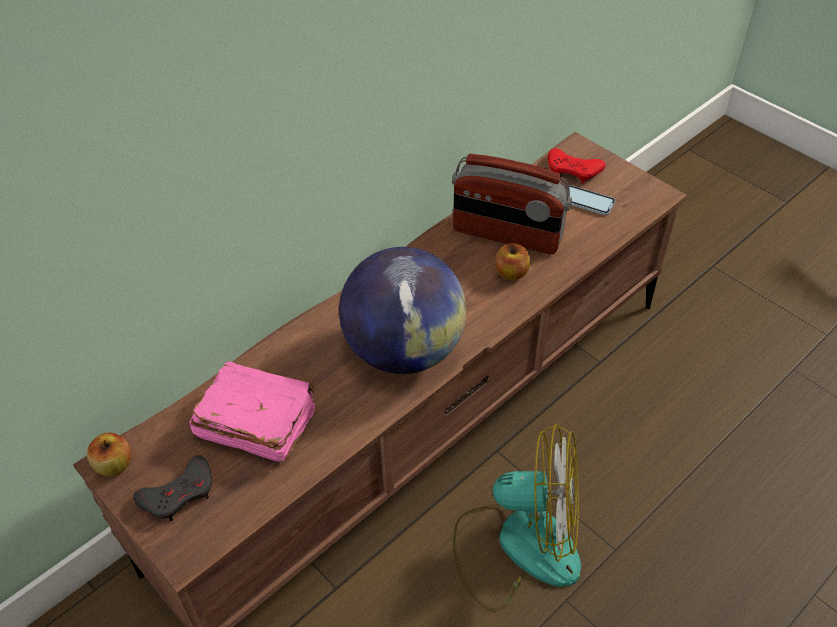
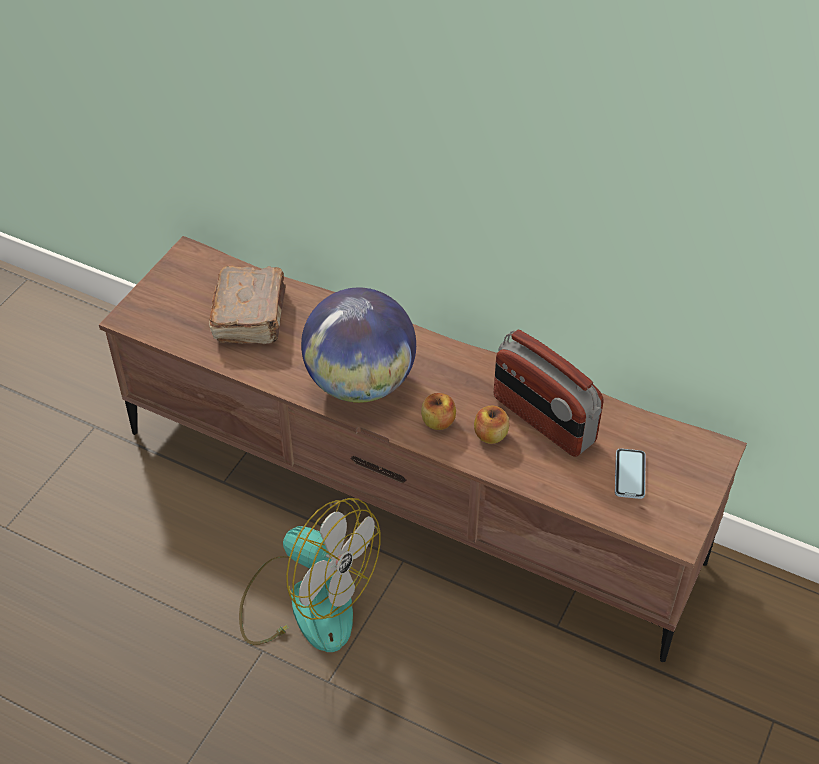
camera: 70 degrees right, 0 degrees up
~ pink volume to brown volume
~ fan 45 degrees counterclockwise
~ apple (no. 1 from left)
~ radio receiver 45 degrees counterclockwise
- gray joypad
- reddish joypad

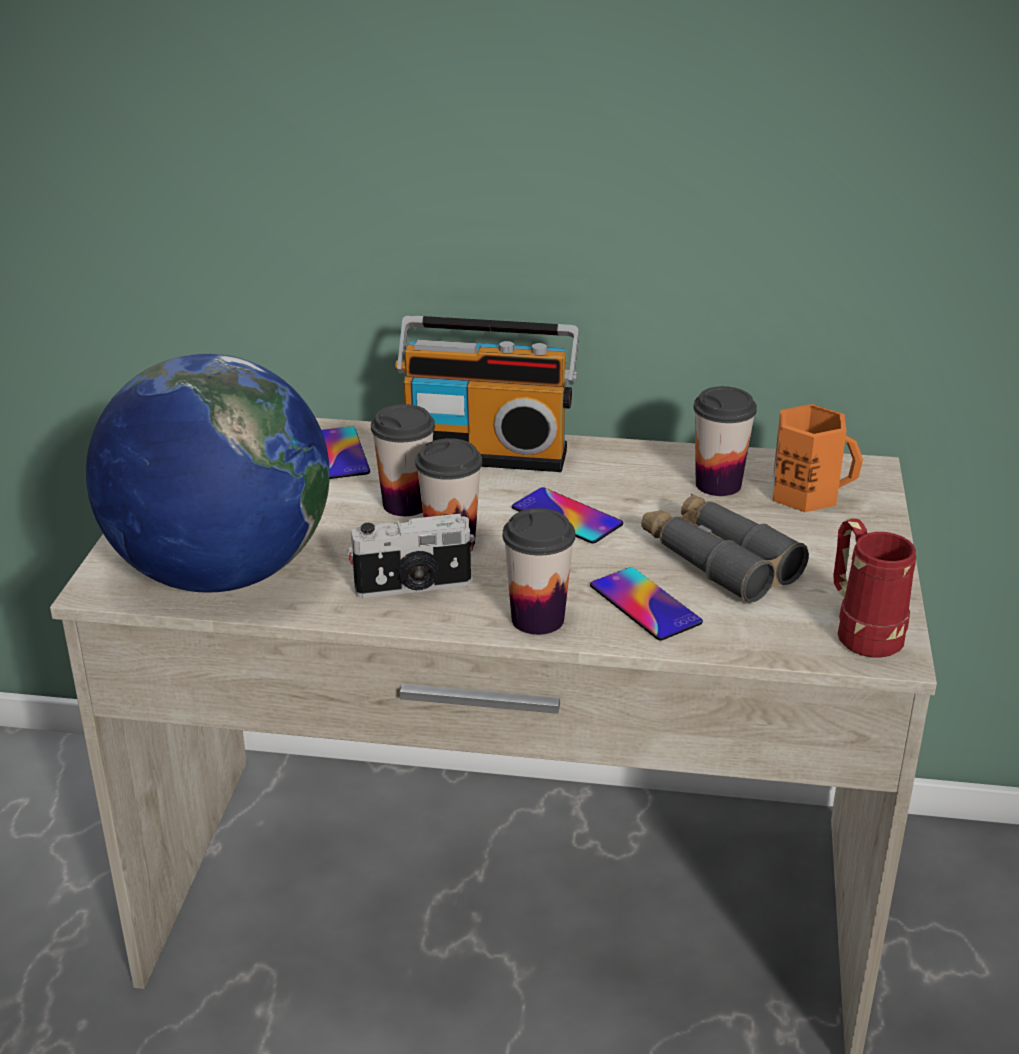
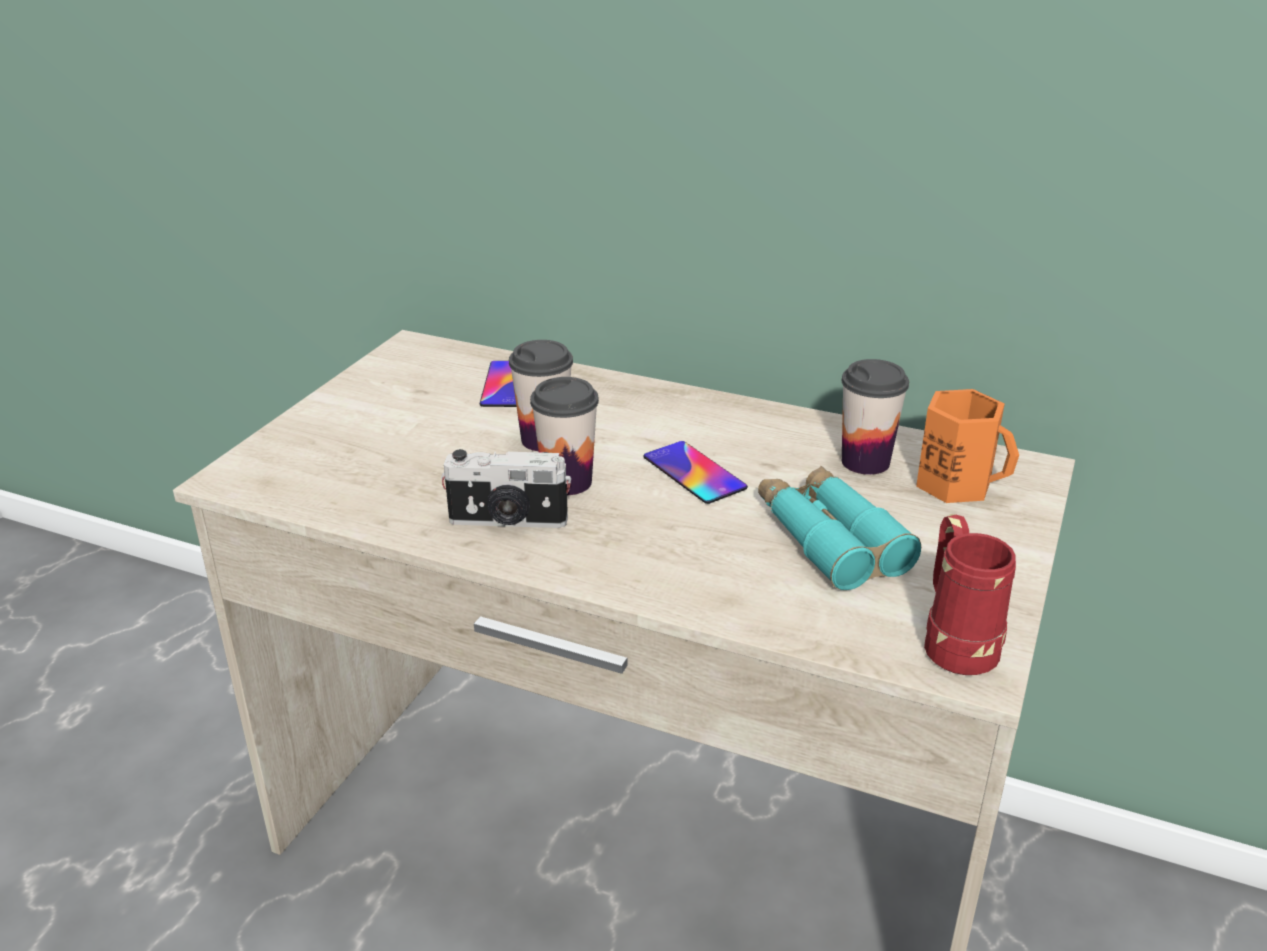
camera: 15 degrees right, 0 degrees up
~ gray binoculars to turquoise-coloured binoculars
- desk globe
- radio receiver
- drinking cup (no. 3 from left)
- phone (no. 3 from left)

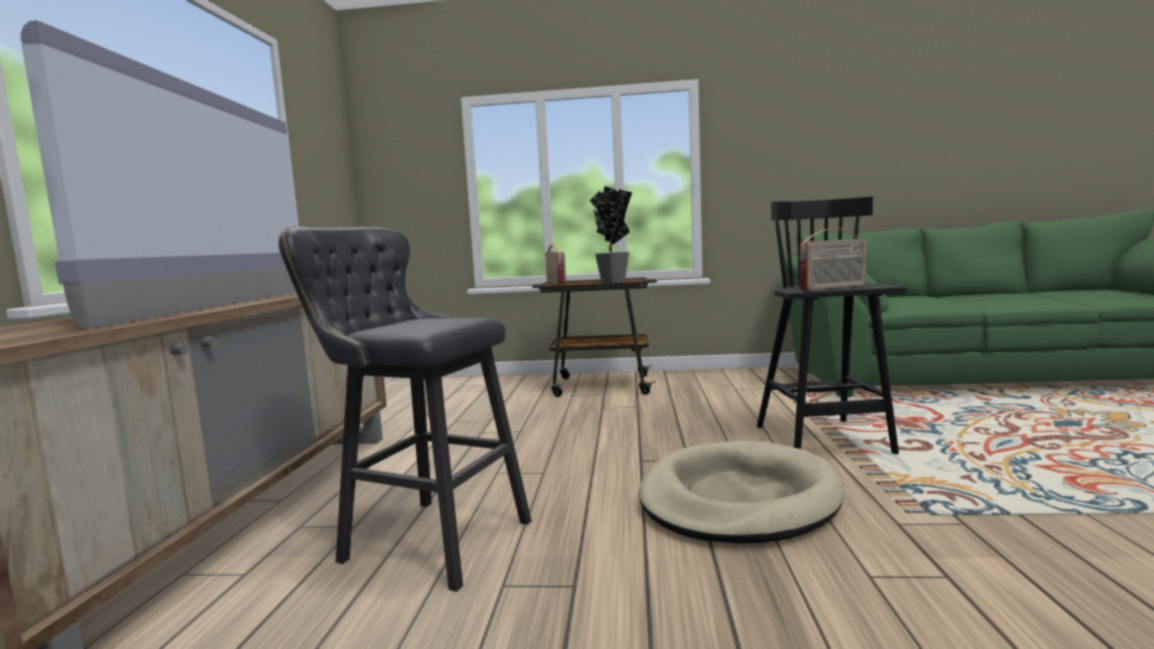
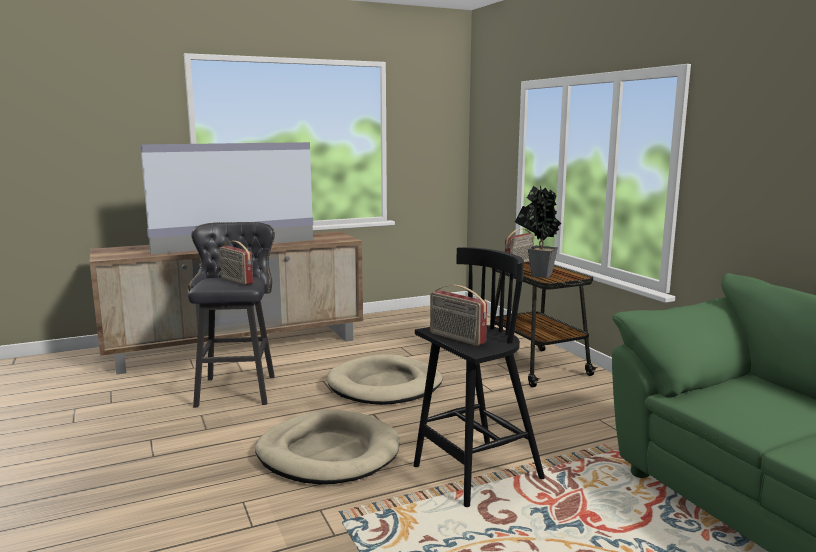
camera: 60 degrees right, 5 degrees up
+ radio receiver (no. 1 from left)
+ beige-coloured dog cushion (no. 2 from left)

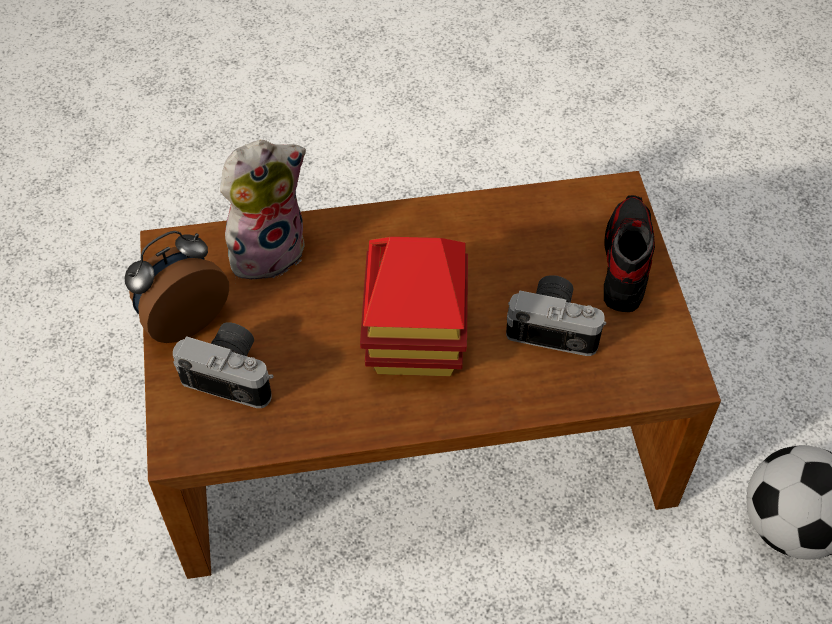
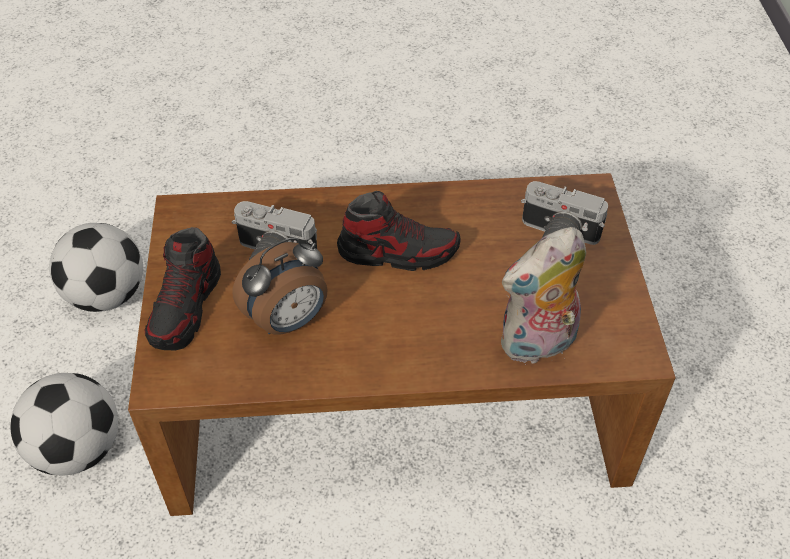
camera: 175 degrees left, 5 degrees down
+ ball for football (no. 1 from left)
~ bedside clock
~ toy house to low shoe (no. 2 from left)

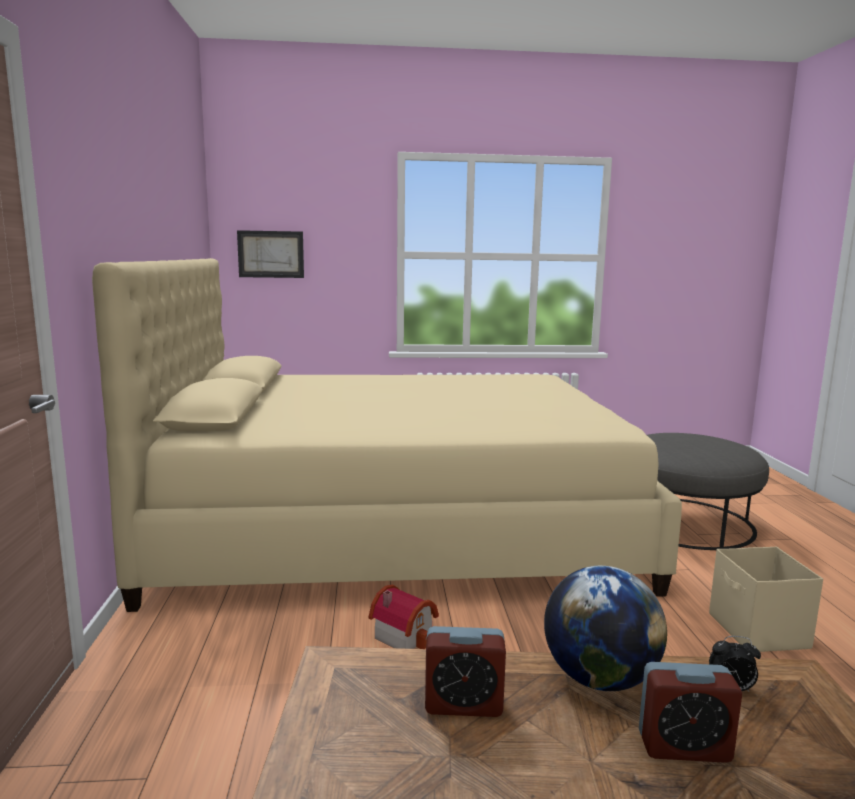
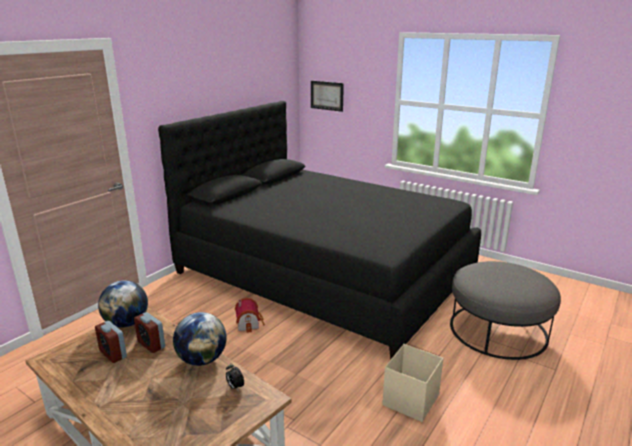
camera: 40 degrees right, 10 degrees up
~ bedside clock (no. 2 from left in the first image) to bedside clock (no. 1 from left)
+ desk globe (no. 1 from left)
~ beige-coloured bedroom bed to black-coloured bedroom bed

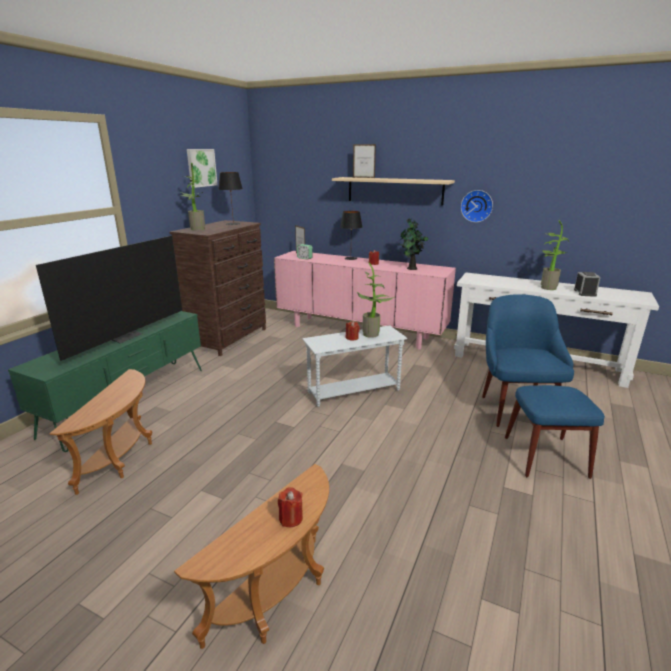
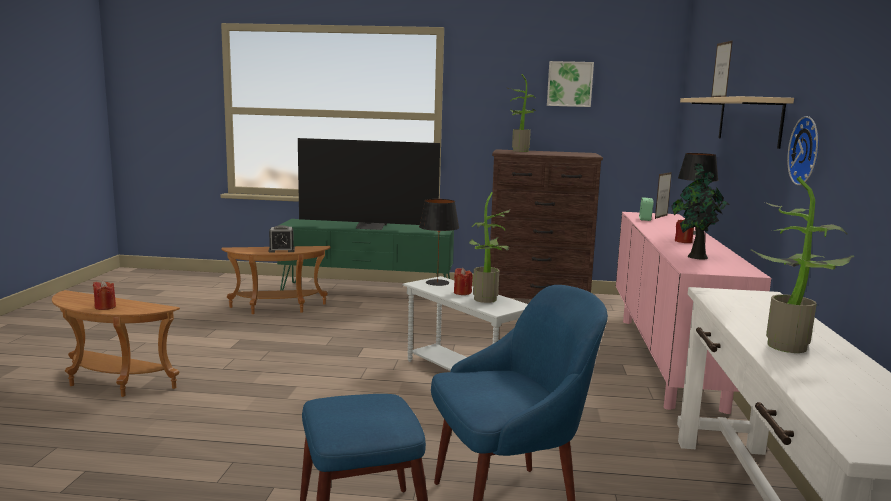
camera: 70 degrees right, 10 degrees down
~ bedside clock (no. 2 from left in the first image) to bedside clock (no. 1 from left)
~ black-coloured lamp for a table (no. 1 from left)

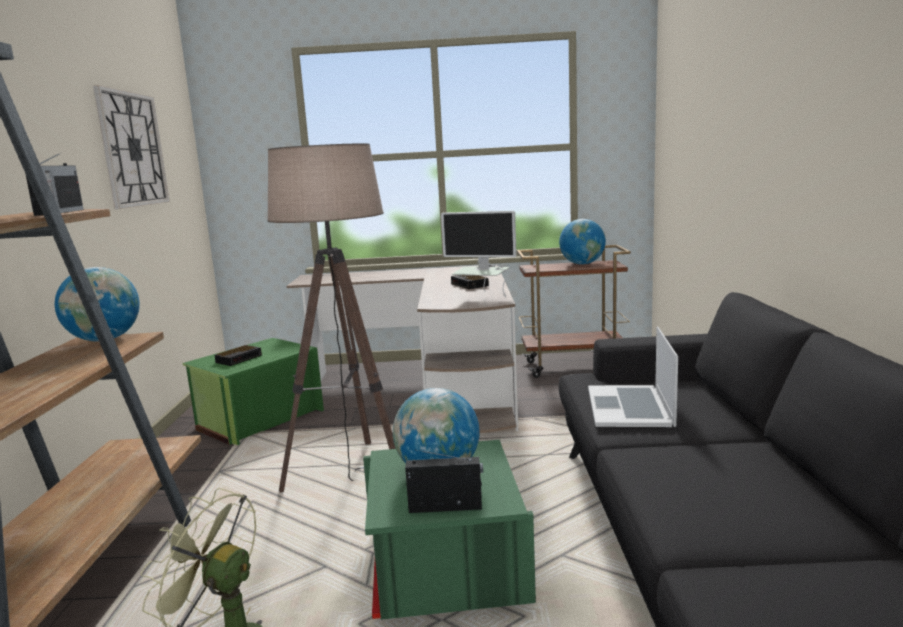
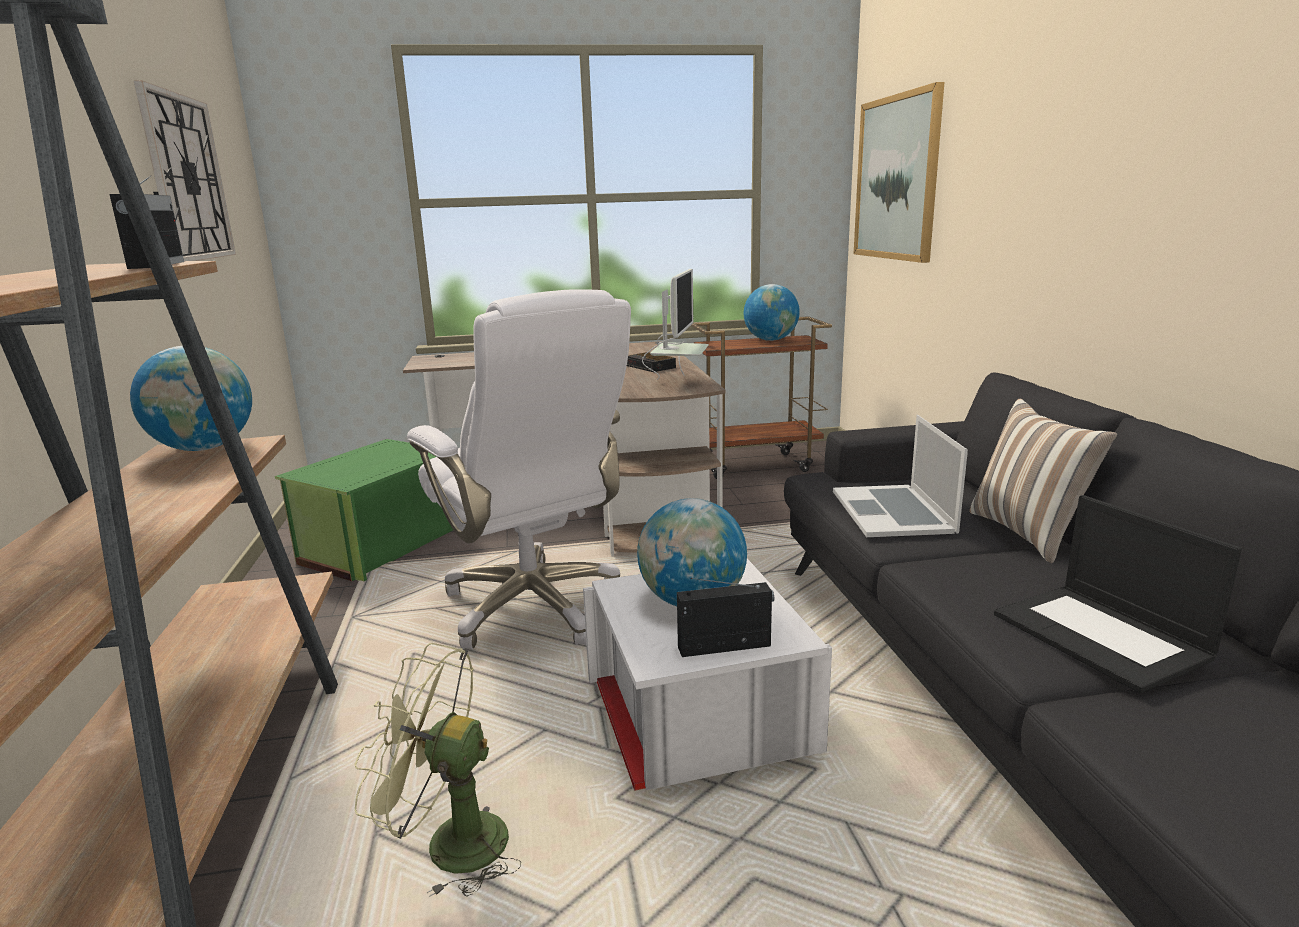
camera: 10 degrees left, 5 degrees up
~ standing lamp to whitish desk chair
~ green-coloured storage container (no. 2 from left) to whitish storage container
~ computer display 90 degrees counterclockwise
+ picture
+ cushion
+ laptop (no. 2 from left)
- bedside clock (no. 1 from left)

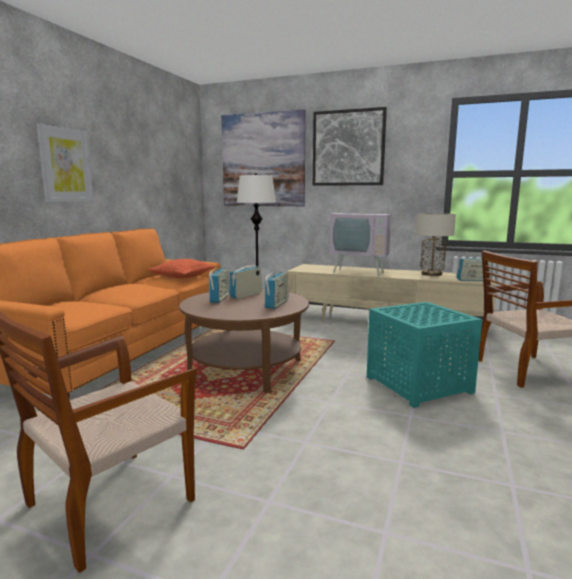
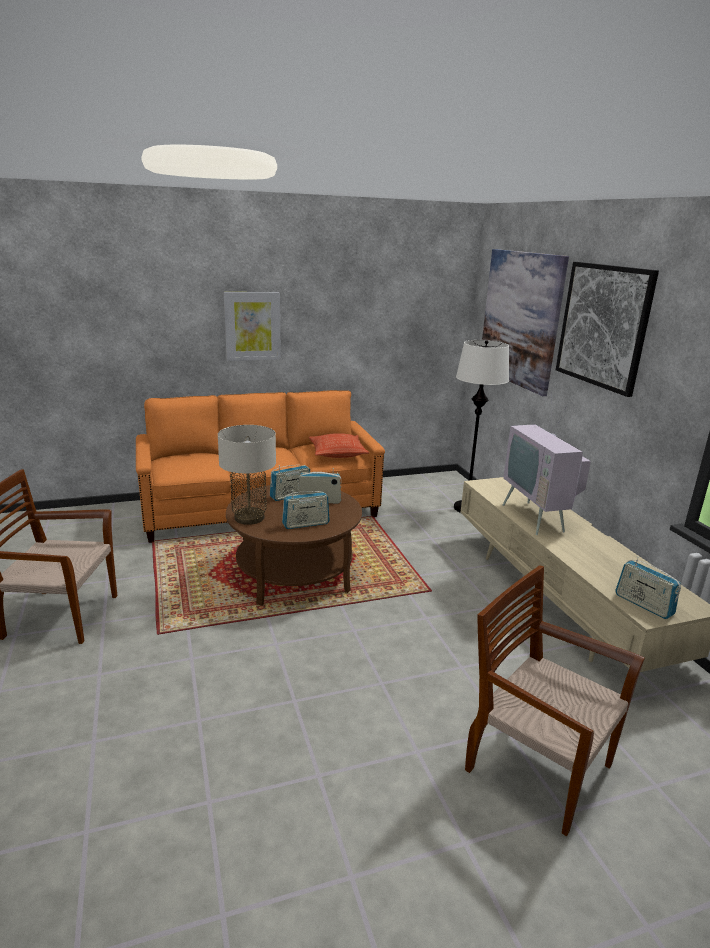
camera: 50 degrees right, 10 degrees up
~ lamp for a table
- turquoise-coloured end table

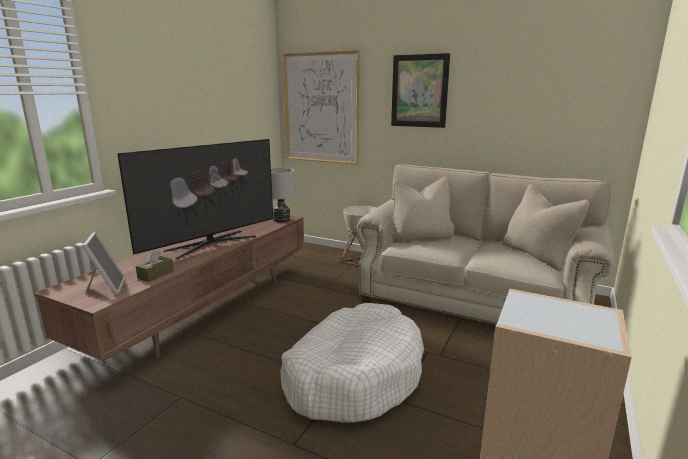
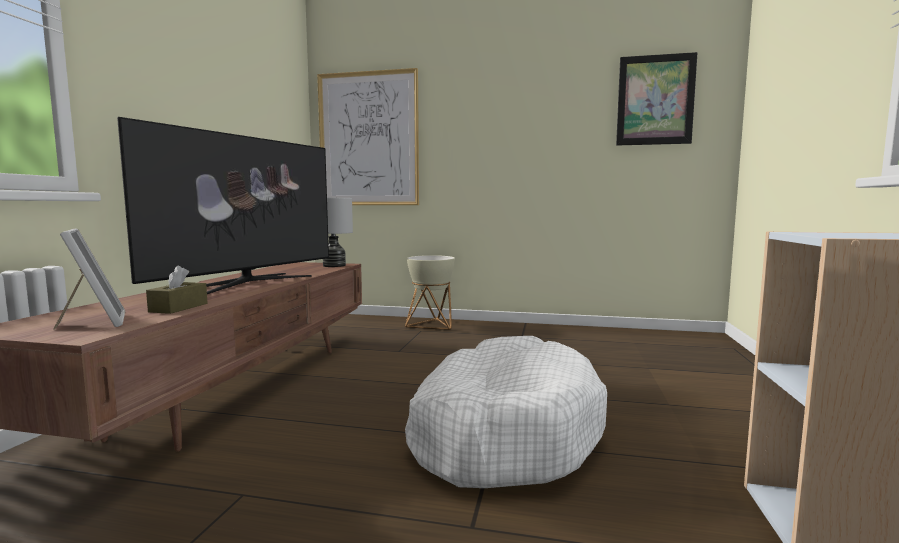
camera: 15 degrees left, 10 degrees down
~ picture (no. 2 from left)
- beige-coloured sofa

